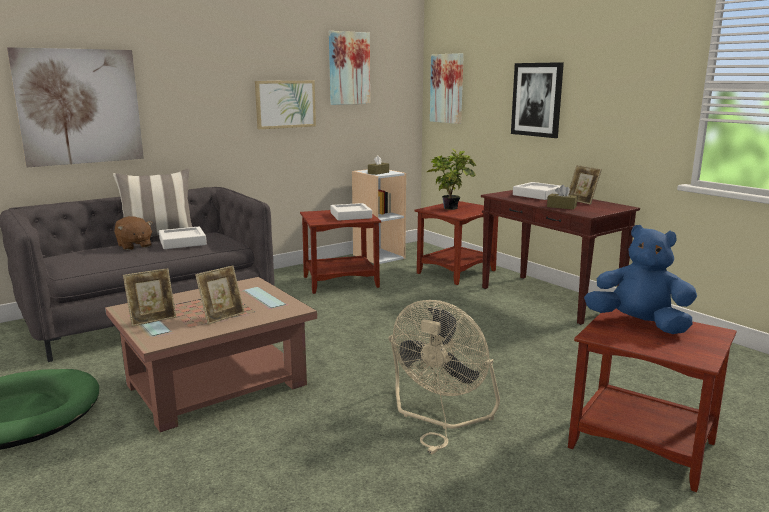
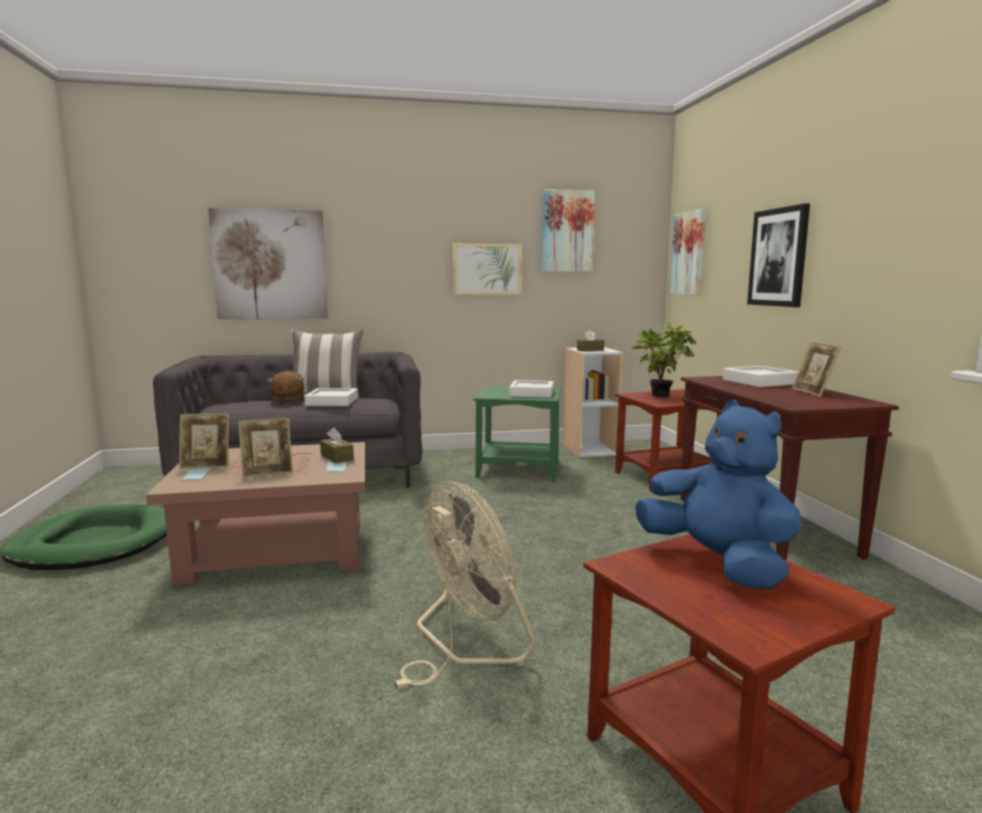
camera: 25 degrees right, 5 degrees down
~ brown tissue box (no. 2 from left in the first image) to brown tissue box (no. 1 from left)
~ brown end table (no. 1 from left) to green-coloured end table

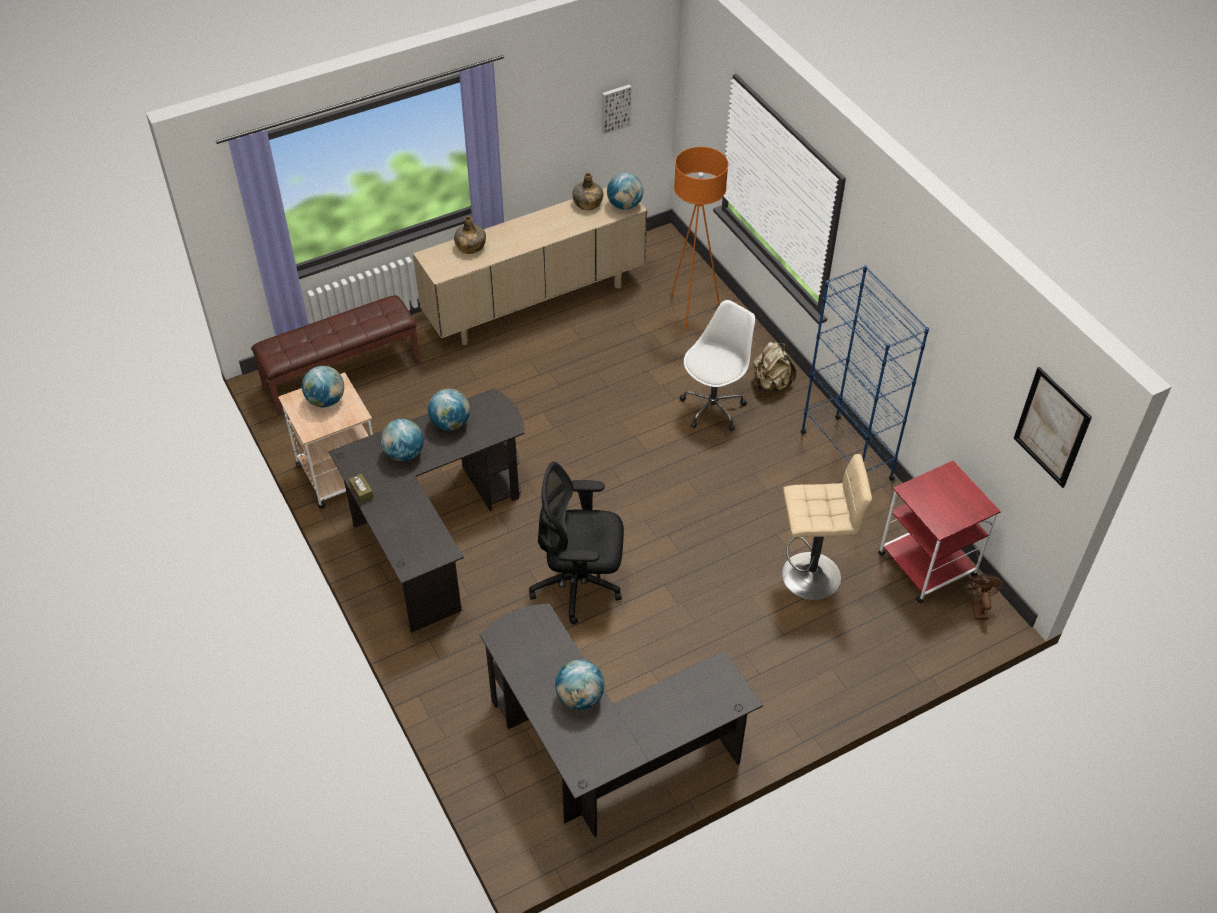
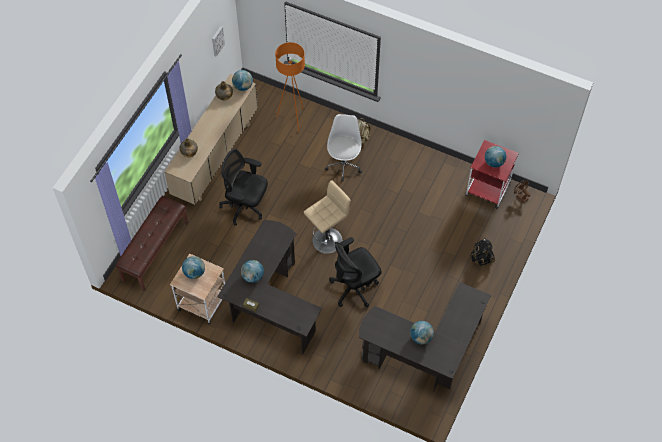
camera: 35 degrees left, 10 degrees up
+ black-coloured desk chair (no. 1 from left)
~ beige-coloured stool
+ black-coloured rucksack
~ desk globe (no. 3 from left in the first image) to desk globe (no. 5 from left)
- blue shelving unit
- picture (no. 2 from left)

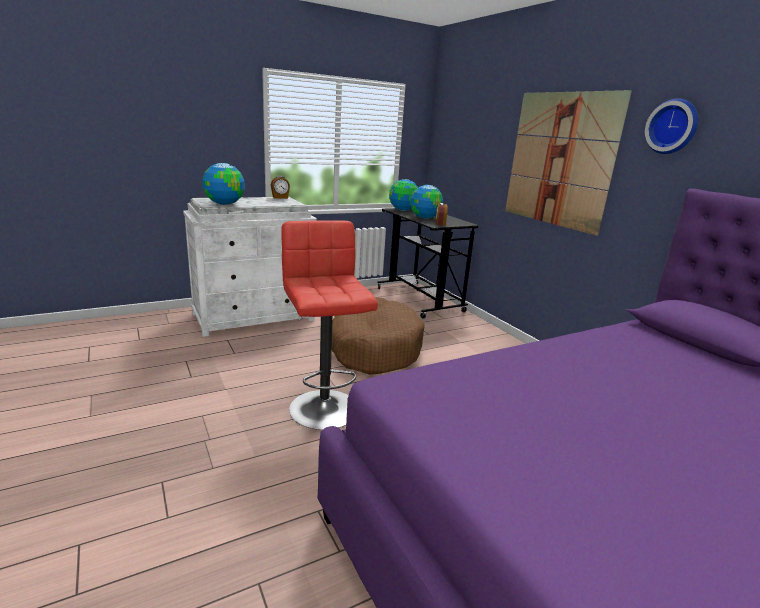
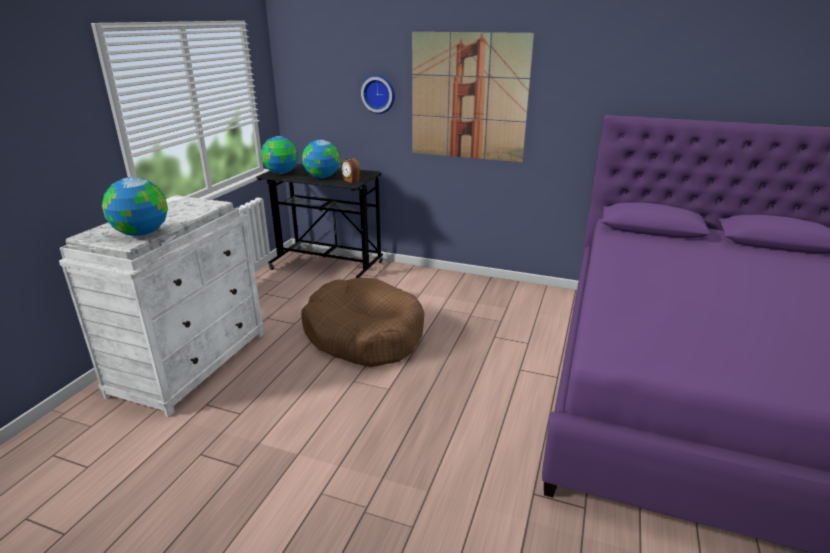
camera: 40 degrees left, 5 degrees up
~ clock on the wall
- bedside clock (no. 1 from left)
- reddish stool

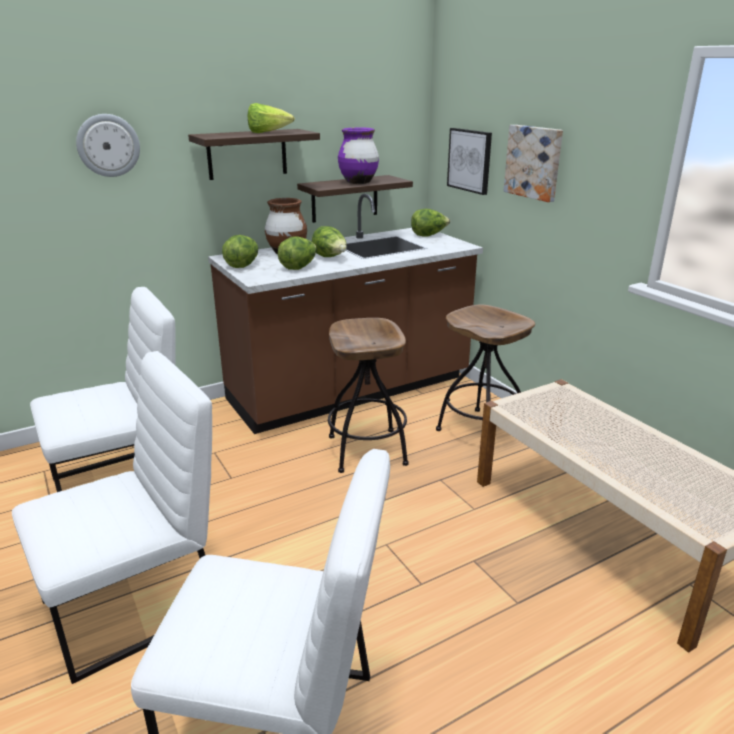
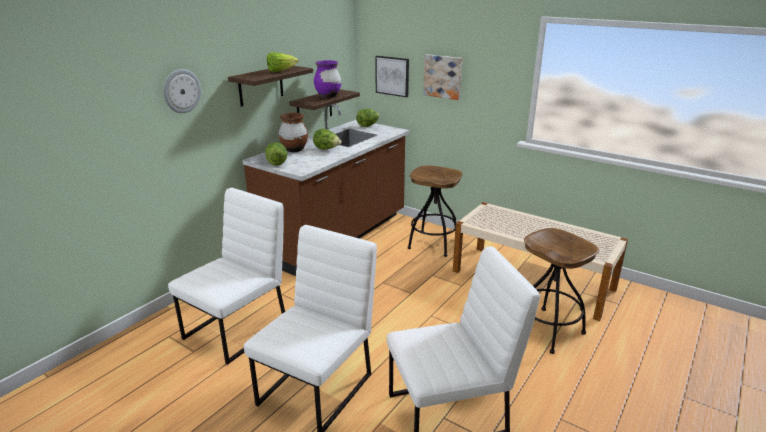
camera: 25 degrees left, 0 degrees up
~ brown stool (no. 1 from left in the first image) to brown stool (no. 2 from left)
- lettuce (no. 3 from left)

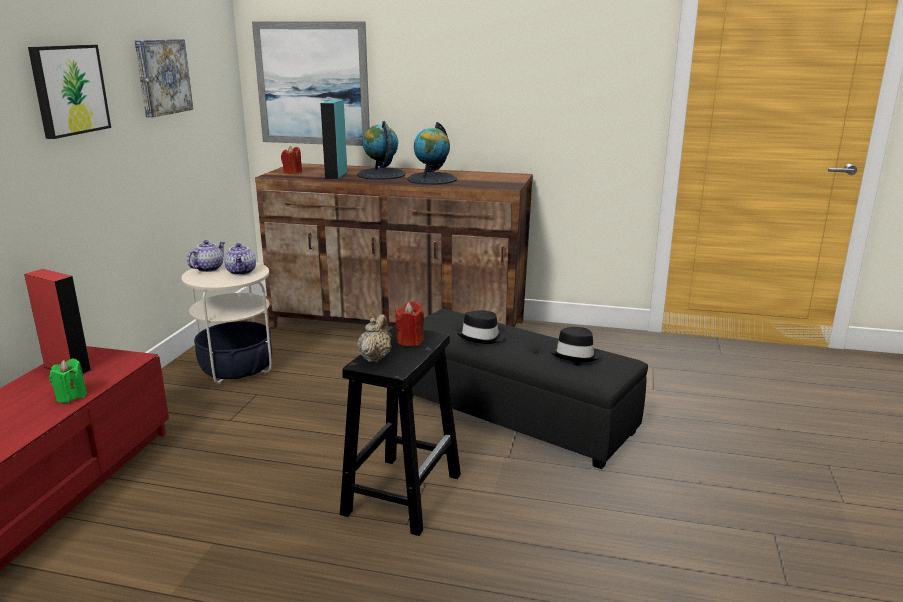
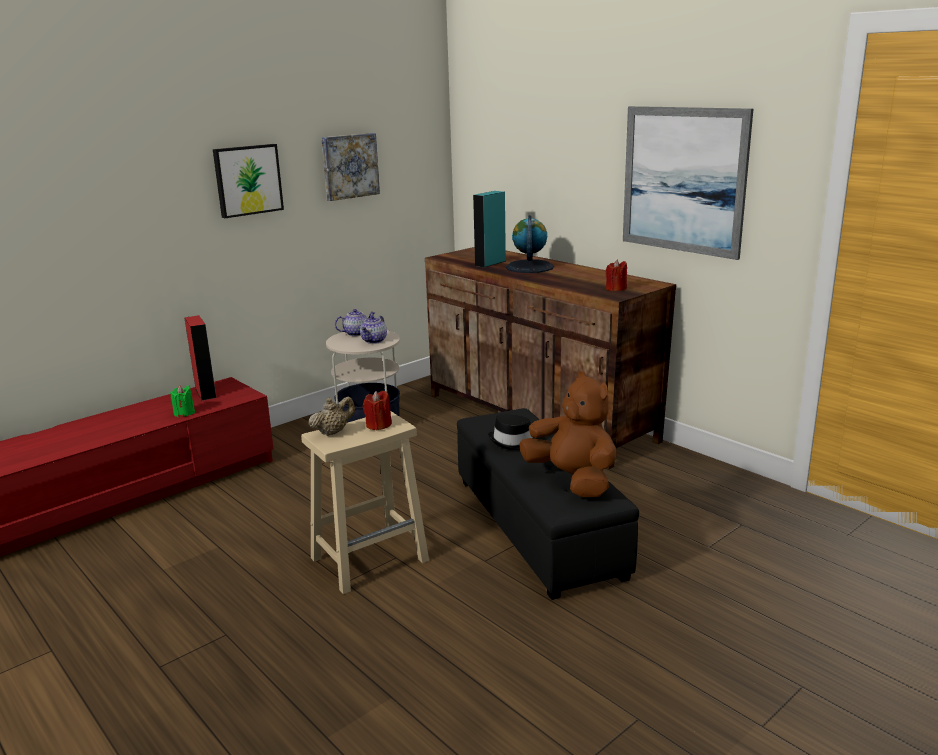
camera: 35 degrees right, 0 degrees up
~ black-coloured stool to beige-coloured stool
~ black-coloured hat (no. 2 from left) to brown plush toy
~ reddish wax candle (no. 1 from left in the first image) to reddish wax candle (no. 2 from left)
~ picture (no. 3 from left)
- desk globe (no. 2 from left)

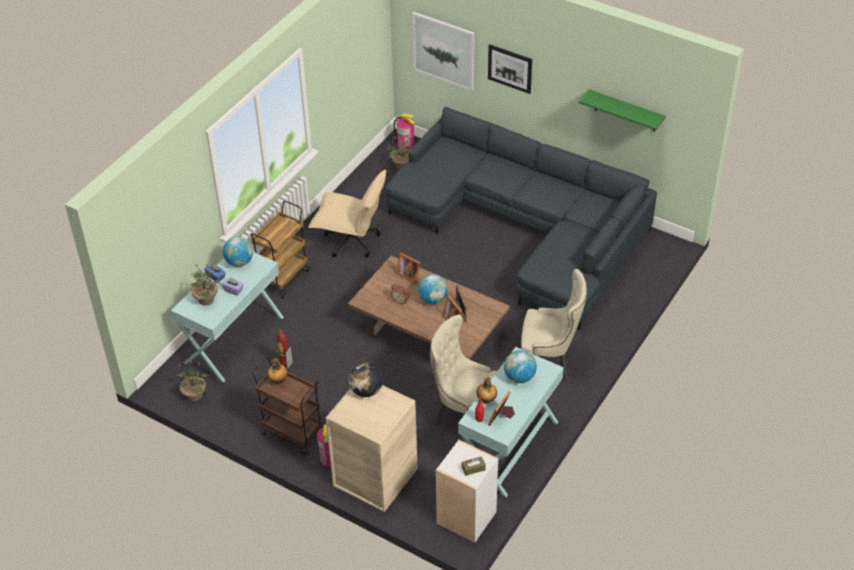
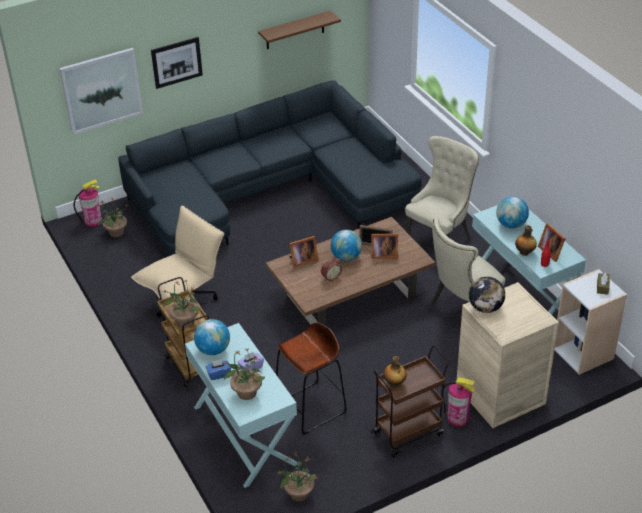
camera: 60 degrees left, 5 degrees down
+ potted plant (no. 2 from left)
~ green-coloured wall shelf to brown wall shelf
~ fire-fighting cylinder (no. 1 from left) to brown stool

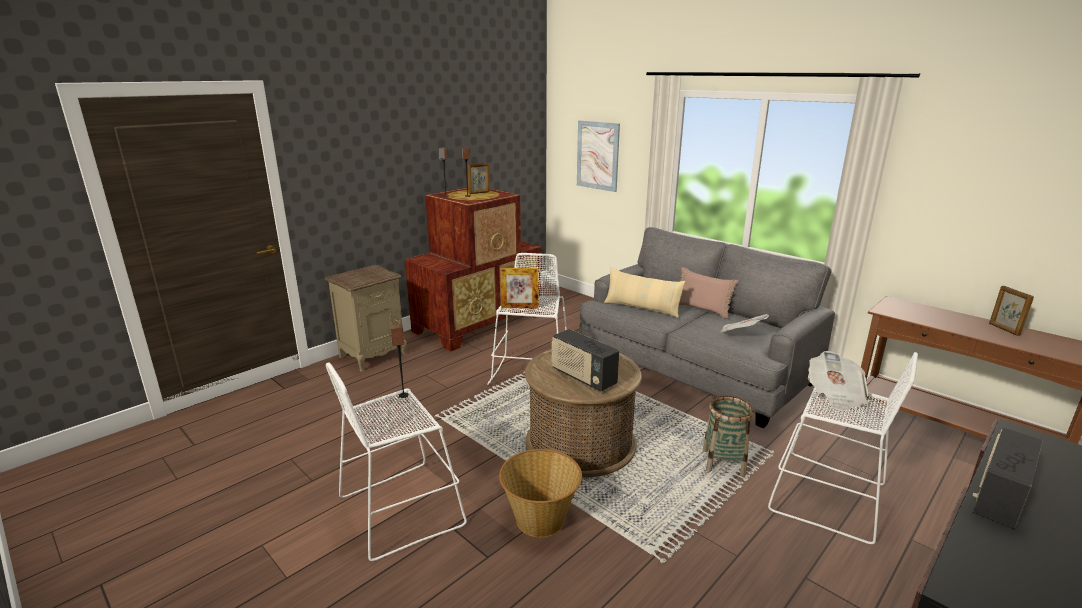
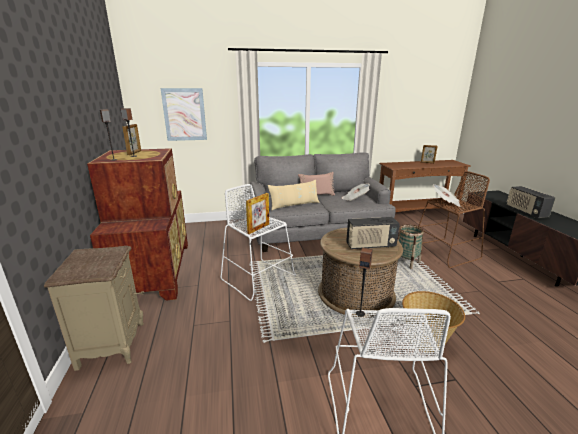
camera: 55 degrees left, 0 degrees up
~ whitish stool (no. 3 from left) to brown stool

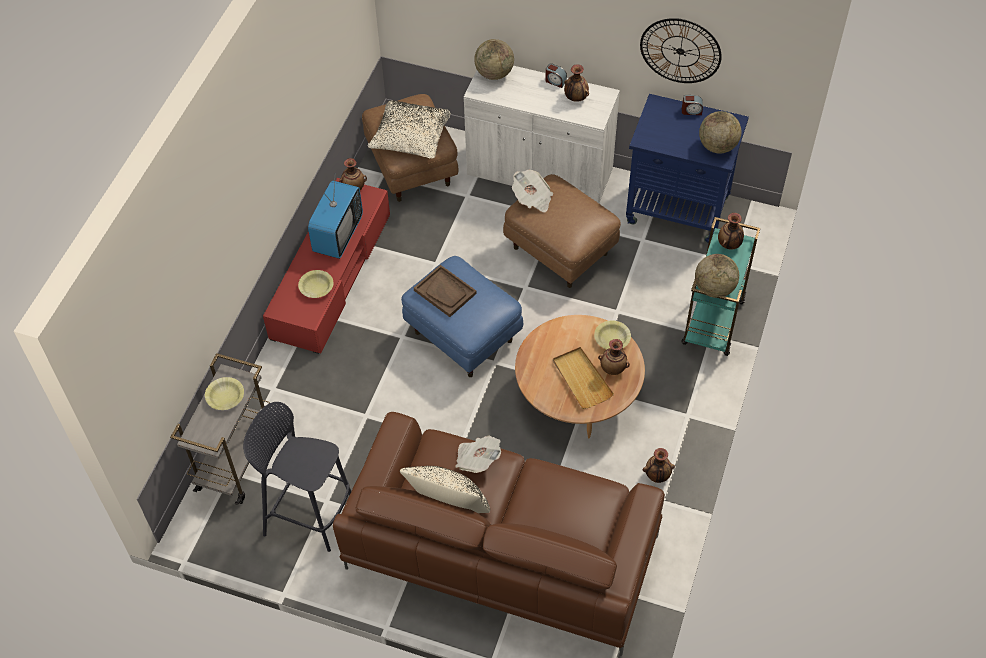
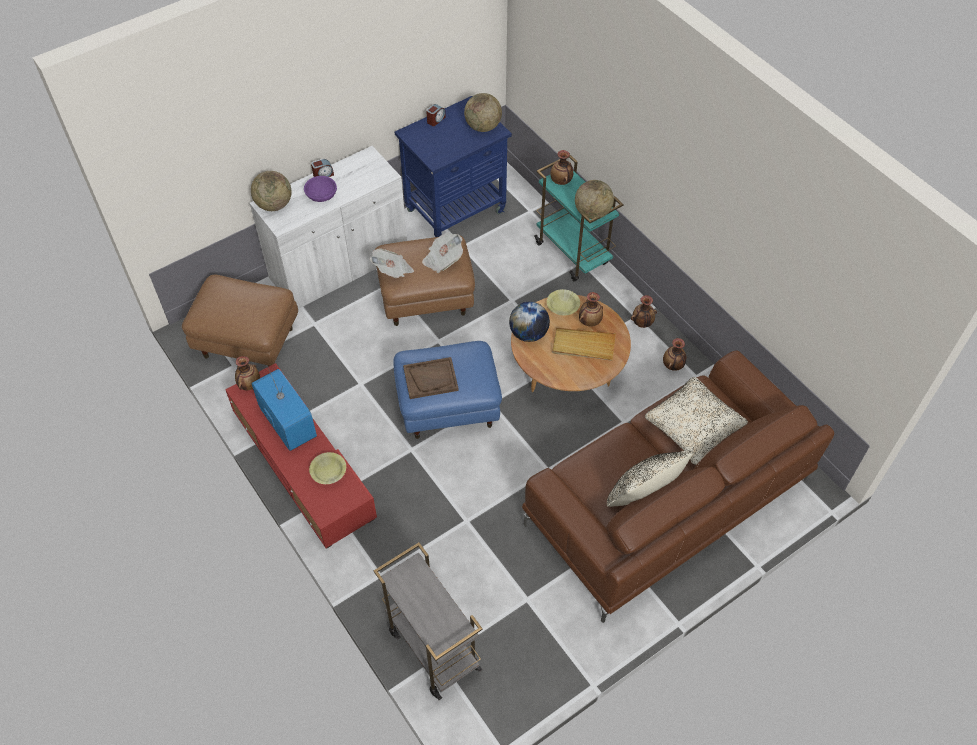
camera: 55 degrees left, 0 degrees up
+ purple-coloured serving bowl
~ daily paper (no. 1 from left in the first image) to daily paper (no. 2 from left)
+ desk globe (no. 3 from left)
~ vase (no. 2 from left in the first image) to vase (no. 4 from left)
~ beige-coloured cushion (no. 1 from left in the first image) to beige-coloured cushion (no. 2 from left)
- yellowish serving bowl (no. 1 from left)
- gray stool
- clock on the wall

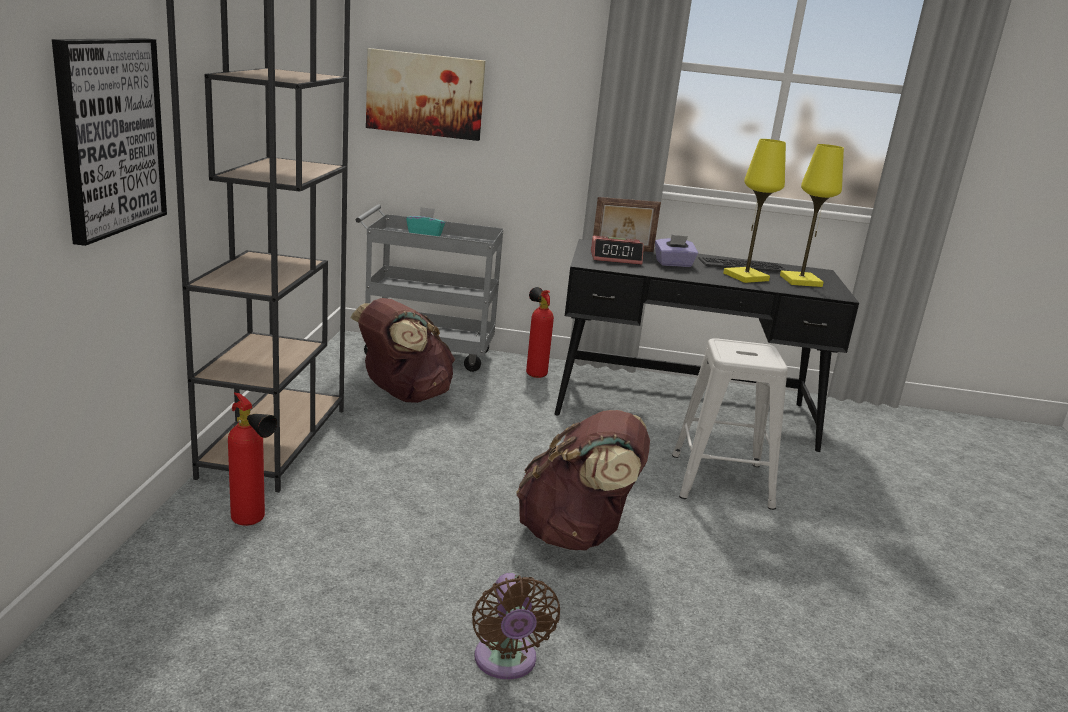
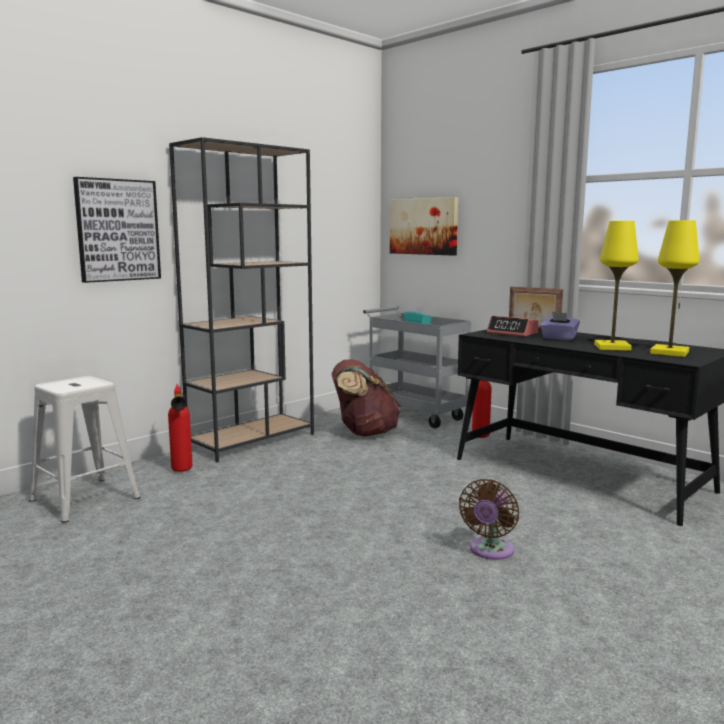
camera: 40 degrees right, 10 degrees down
~ whitish stool
~ brown fan
- brown rucksack (no. 2 from left)

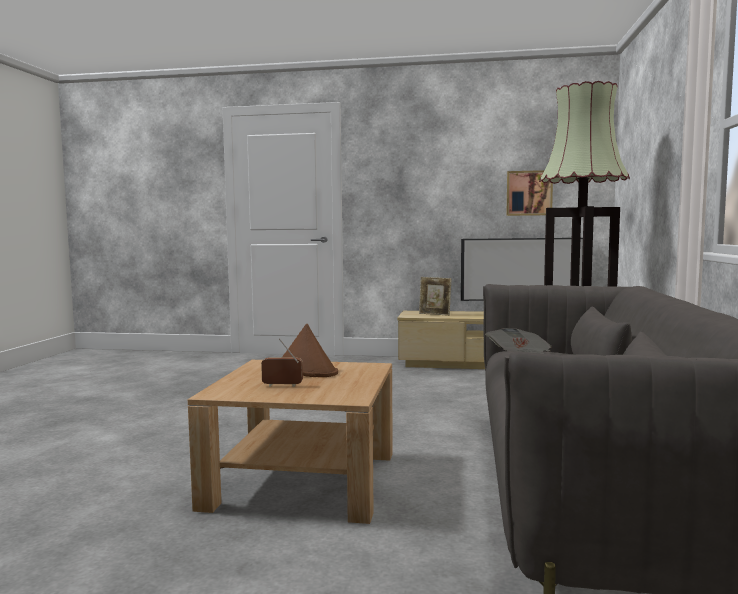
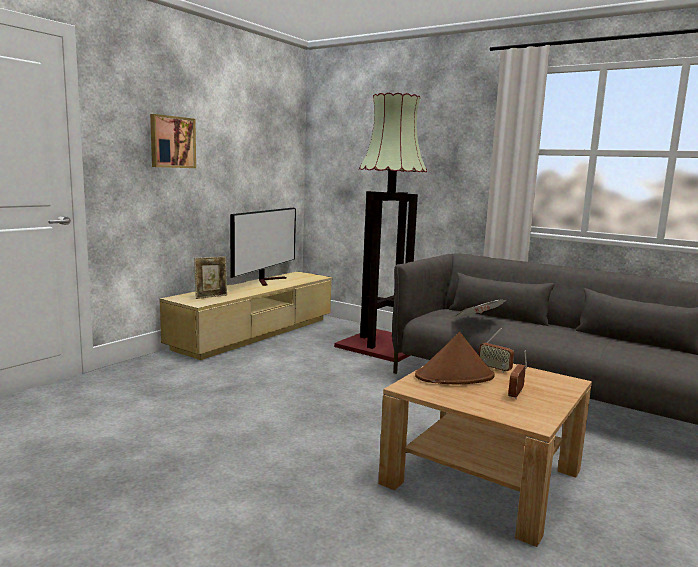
camera: 65 degrees left, 5 degrees up
~ picture
+ radio receiver (no. 1 from left)

